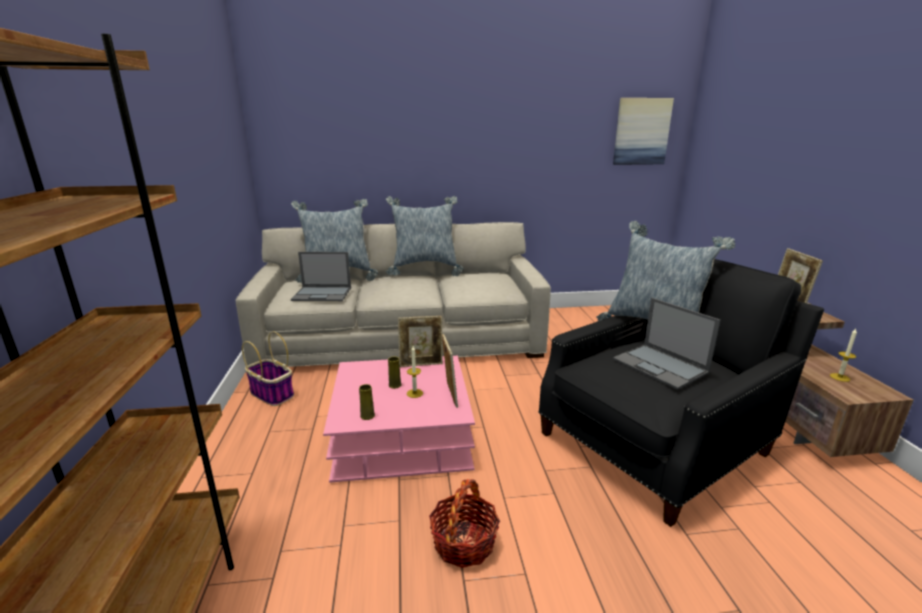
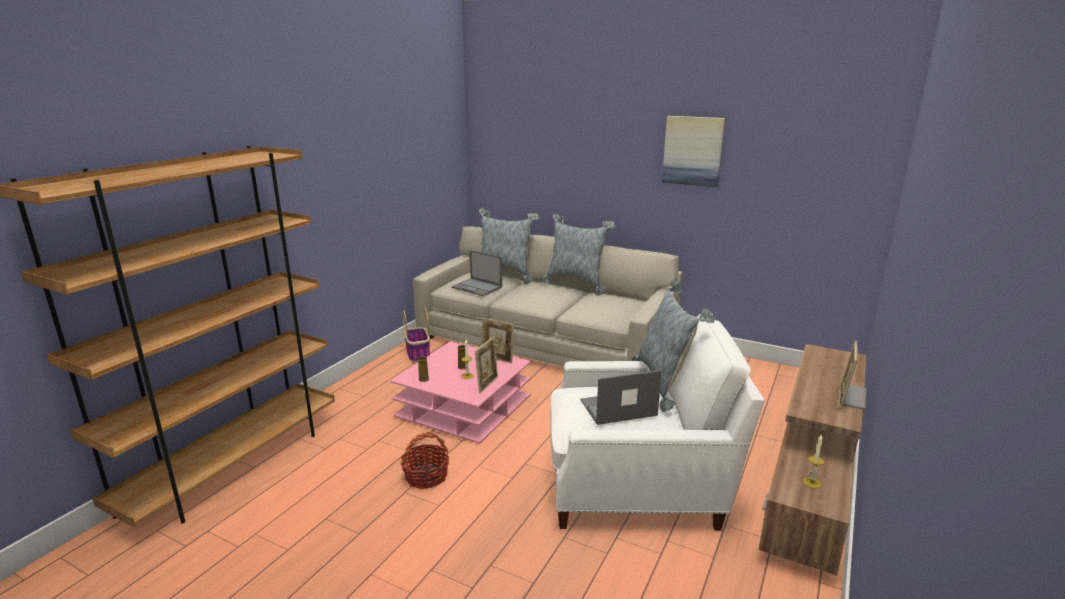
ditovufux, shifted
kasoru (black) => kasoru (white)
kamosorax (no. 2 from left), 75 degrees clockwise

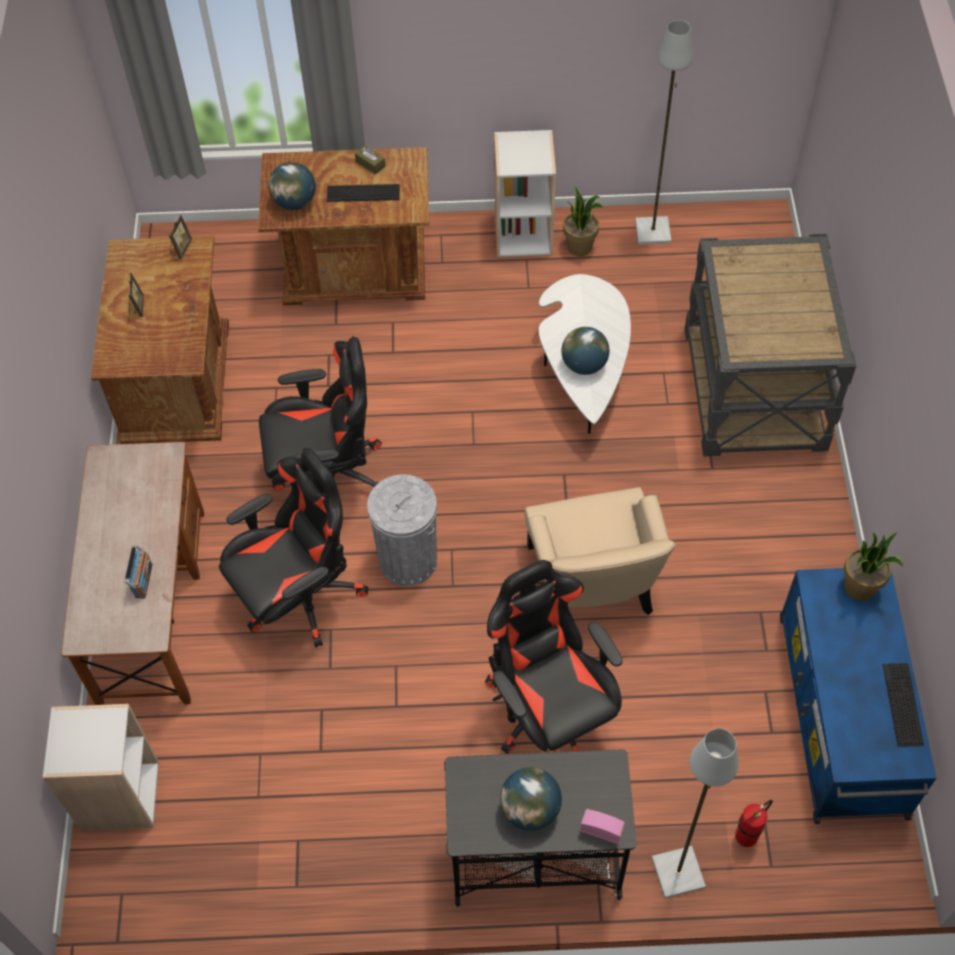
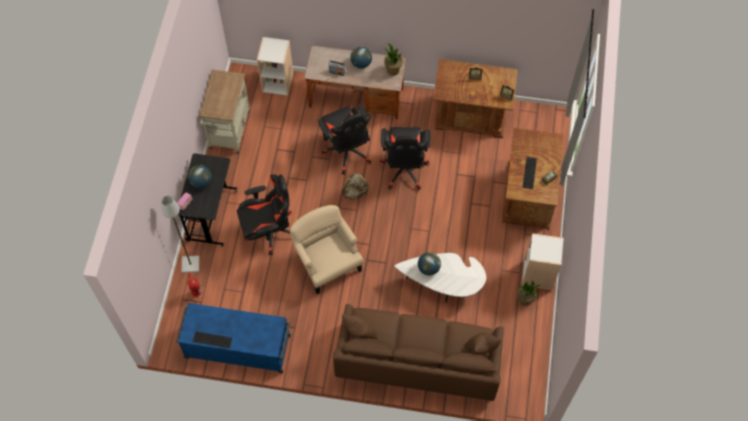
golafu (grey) (no. 1 from left) => nothing
nothing => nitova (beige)
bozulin (no. 1 from left in the first image) => bozulin (no. 2 from left), shifted
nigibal (no. 2 from left in the first image) => nigibal (no. 1 from left), shifted
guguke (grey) => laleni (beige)
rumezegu (no. 3 from left) => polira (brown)
kasoru (beige), 60 degrees clockwise

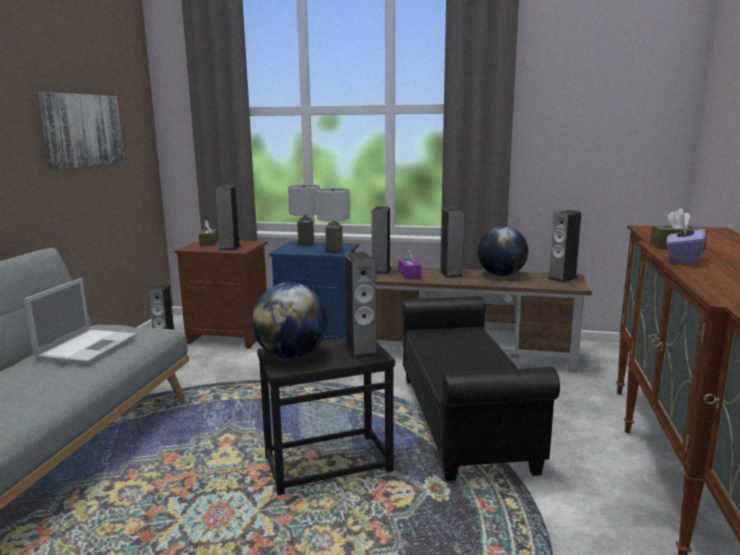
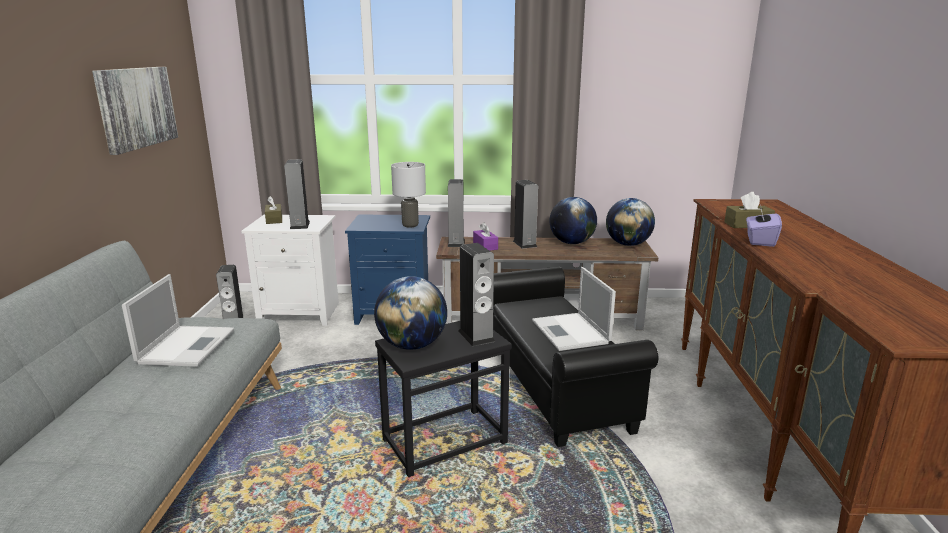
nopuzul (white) (no. 1 from left) => nothing
nothing => kamosorax (no. 2 from left)
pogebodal (no. 6 from left) => bozulin (no. 3 from left)
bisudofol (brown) => bisudofol (white)

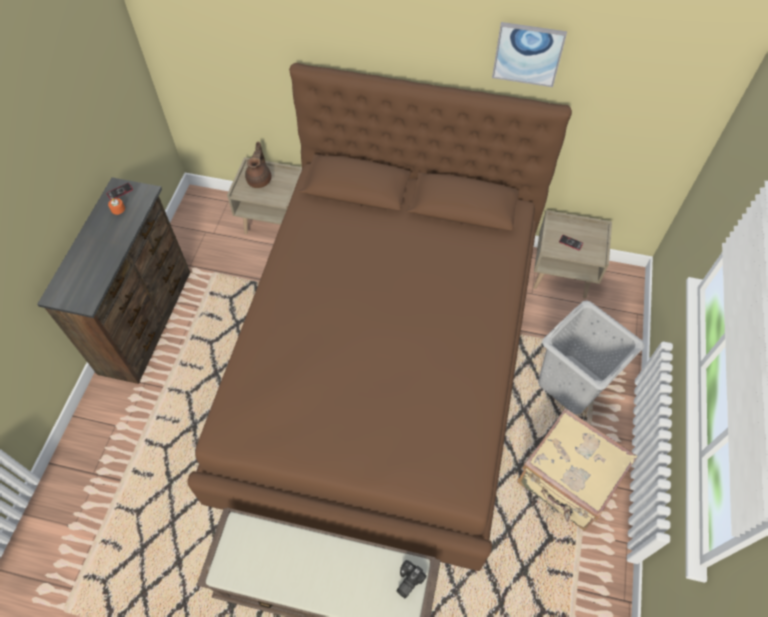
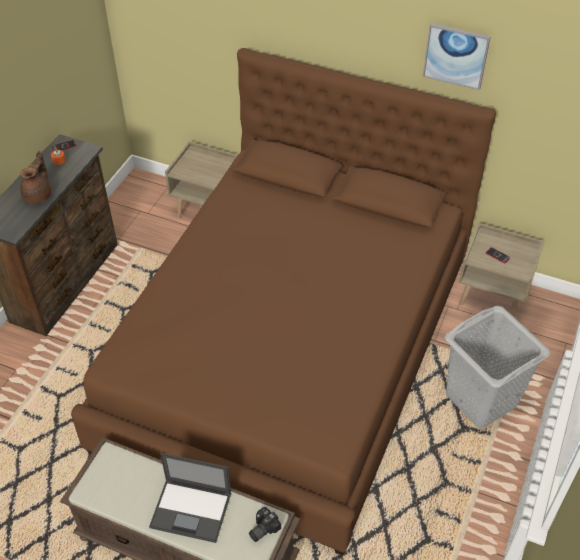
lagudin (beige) => nothing
nothing => kamosorax
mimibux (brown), shifted

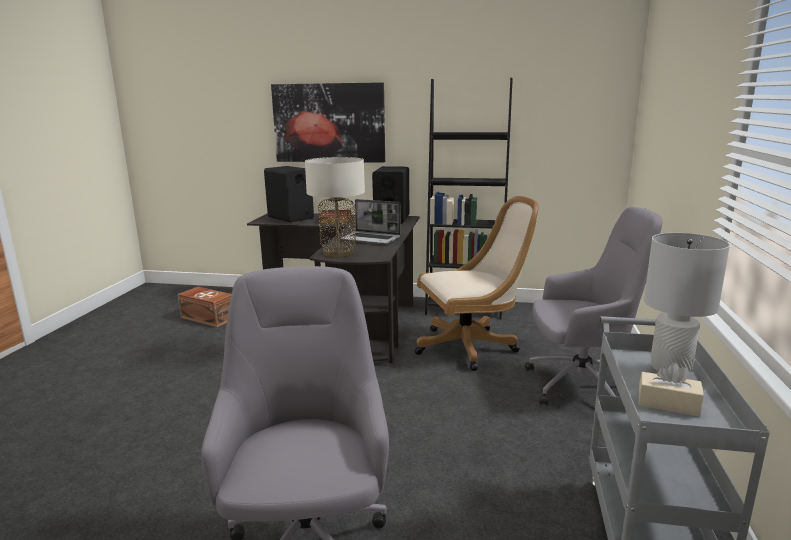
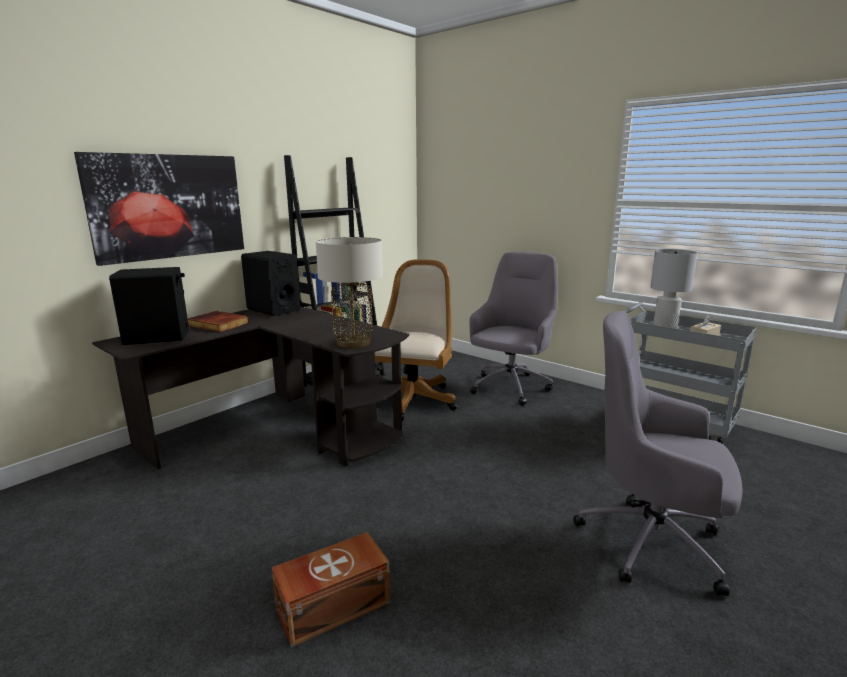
kamosorax => nothing
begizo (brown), shifted

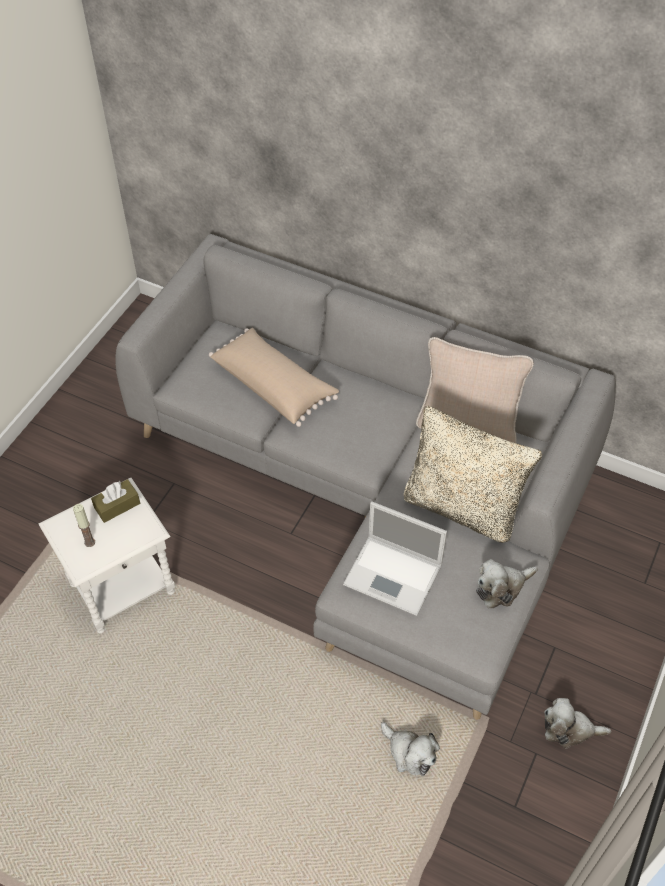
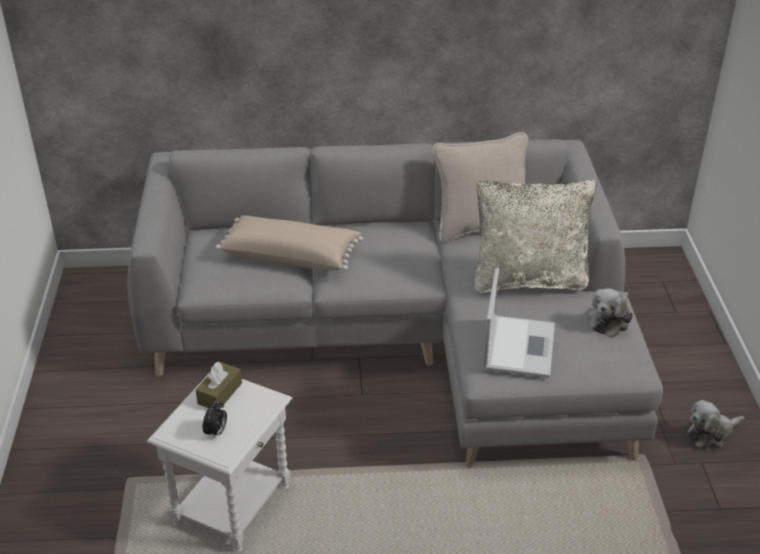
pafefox (no. 1 from left) => nothing
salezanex => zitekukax
kamosorax, 75 degrees counterclockwise

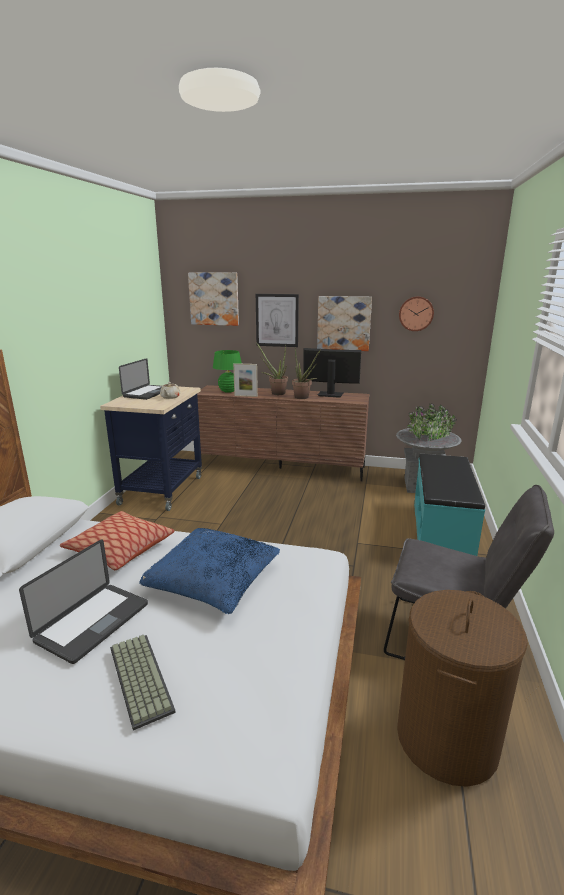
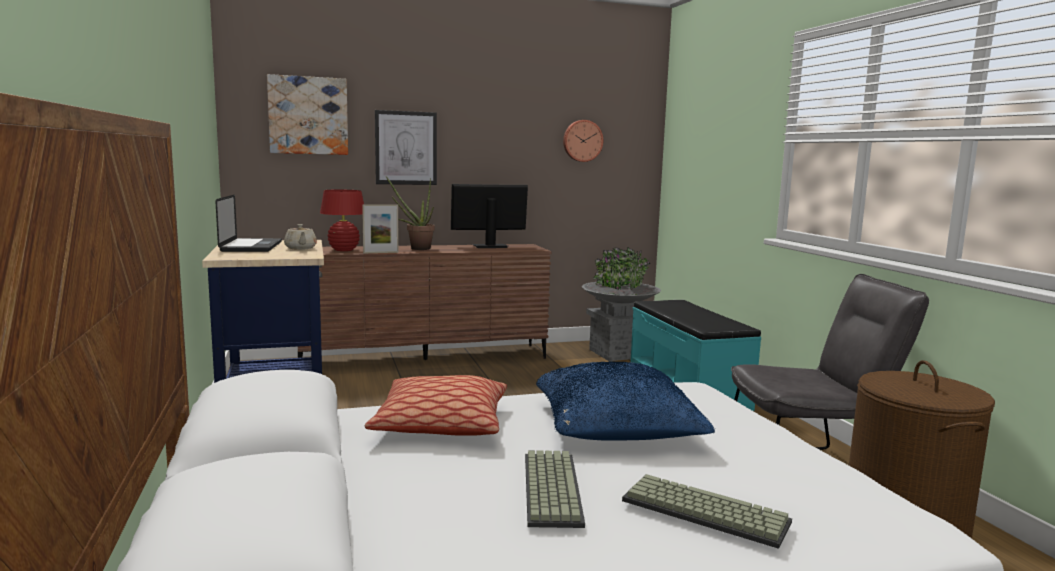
nigibal (no. 2 from left) => nothing
ditovufux (no. 3 from left) => nothing
kamosorax (no. 1 from left) => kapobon (no. 1 from left)
nopuzul (green) => nopuzul (red)

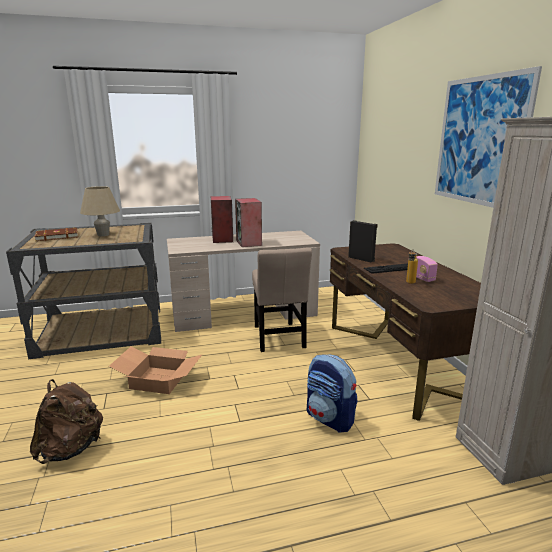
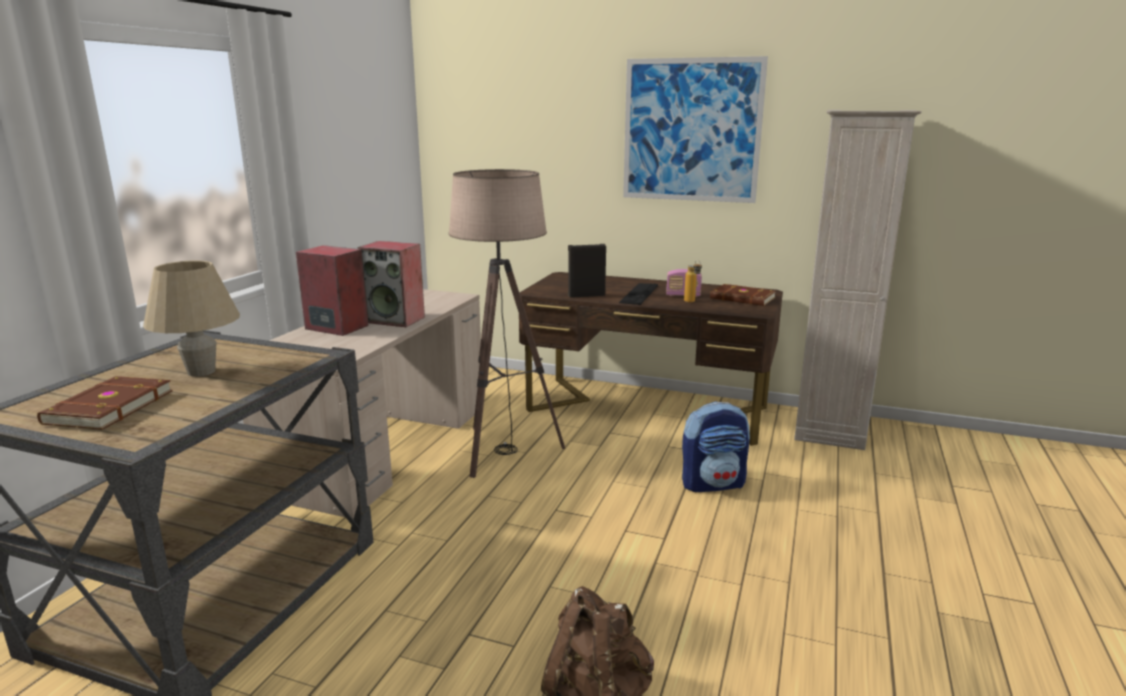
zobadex => nothing
nothing => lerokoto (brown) (no. 2 from left)
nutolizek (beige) => golafu

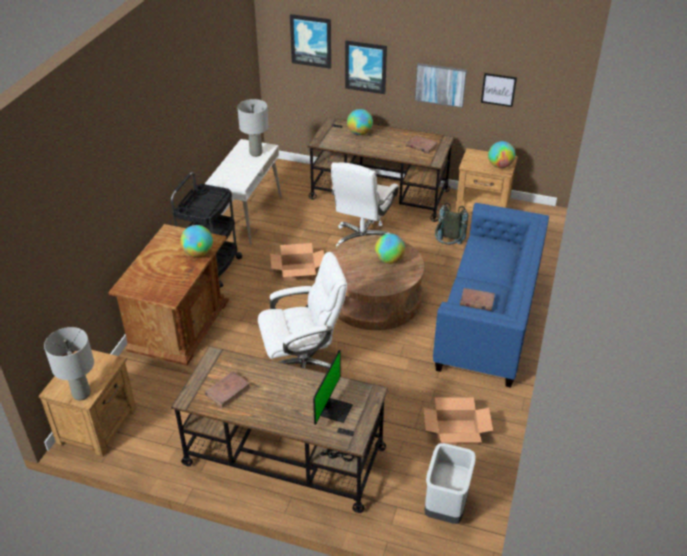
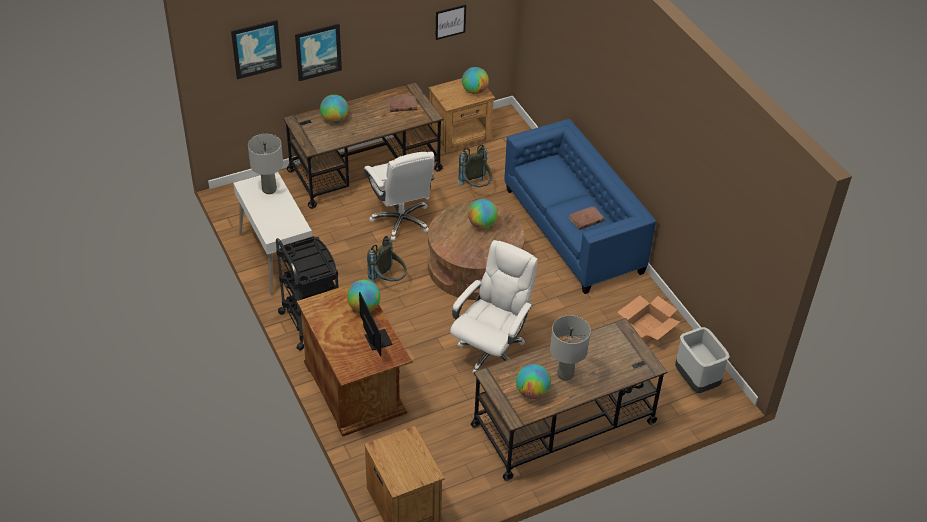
ditovufux (no. 3 from left) => nothing
nopuzul (grey) (no. 1 from left in the first image) => nopuzul (grey) (no. 2 from left), shifted
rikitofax, shifted
lerokoto (brown) (no. 1 from left) => bozulin (no. 5 from left)
zobadex (no. 1 from left) => laleni (grey) (no. 1 from left)

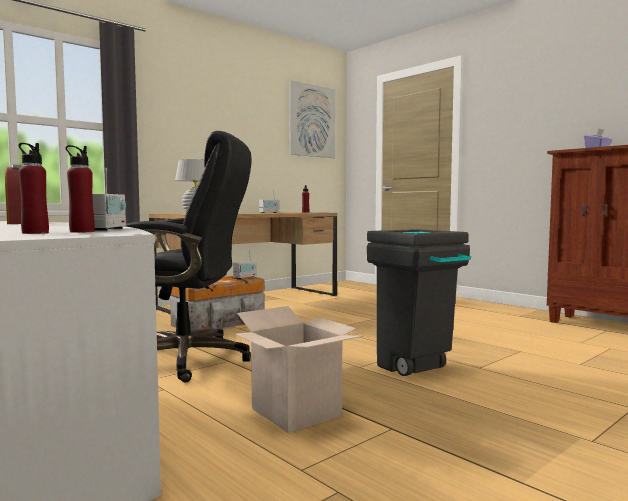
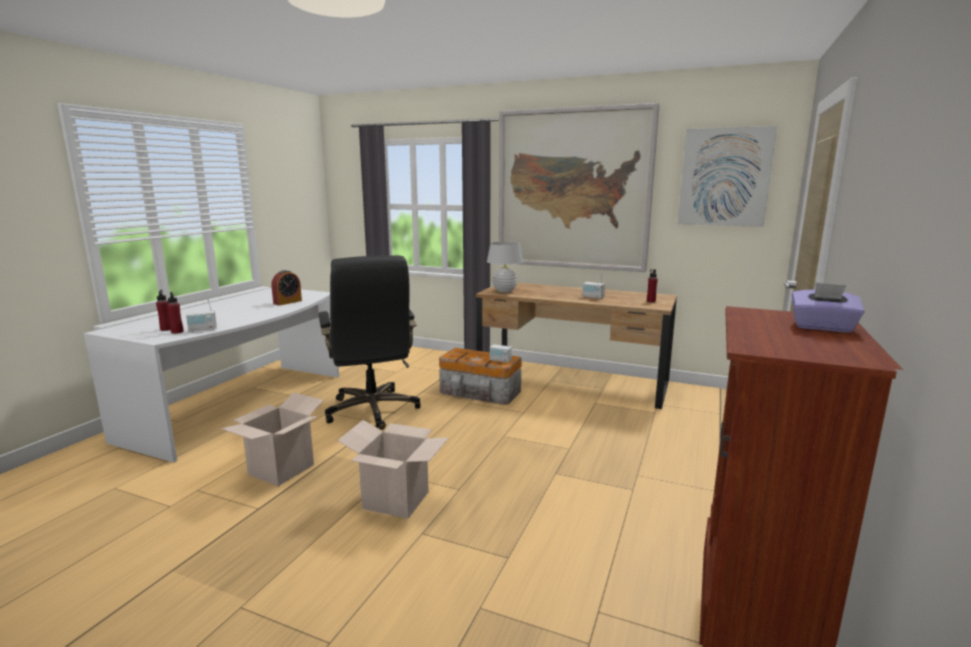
nothing => ditovufux (no. 1 from left)
guguke (grey) => zobadex (no. 2 from left)

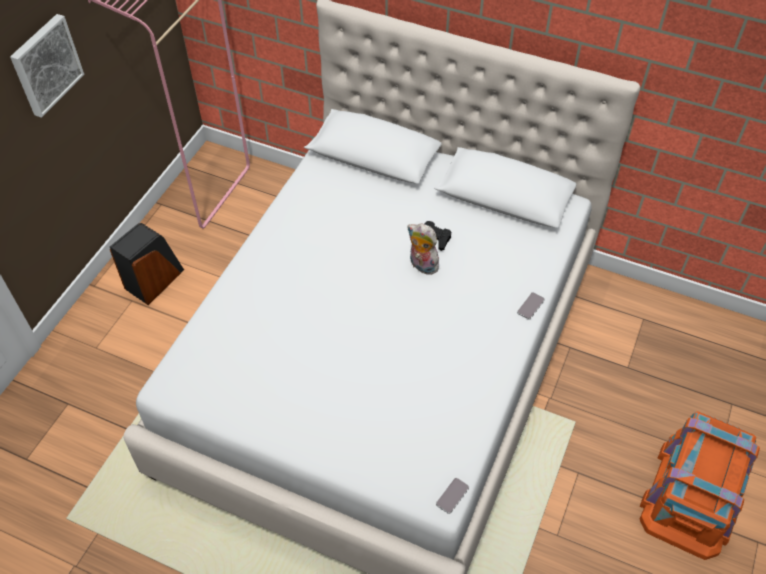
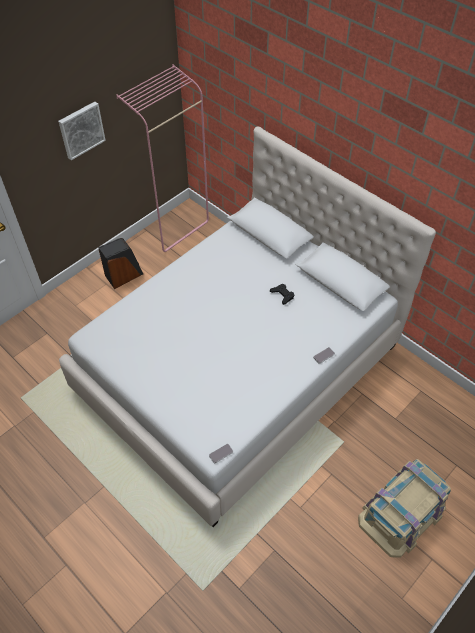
pafefox => nothing
begizo (orange) => begizo (beige)

